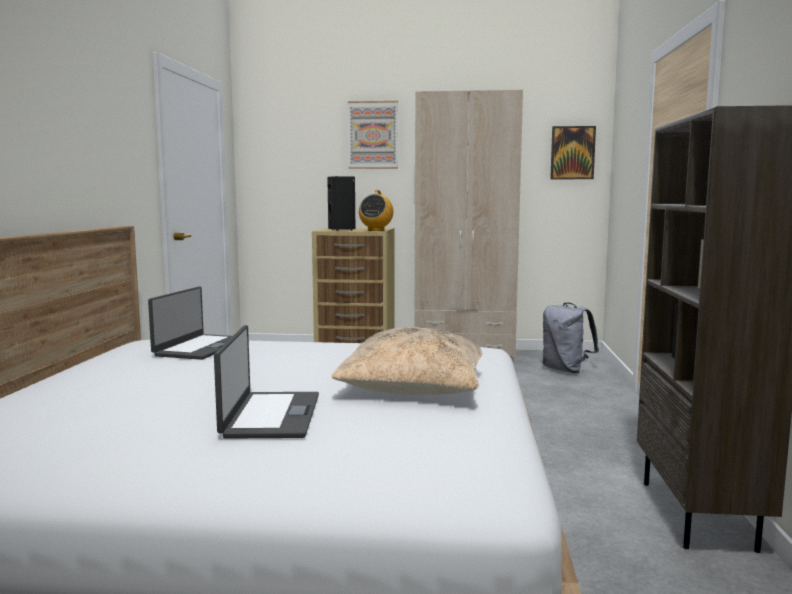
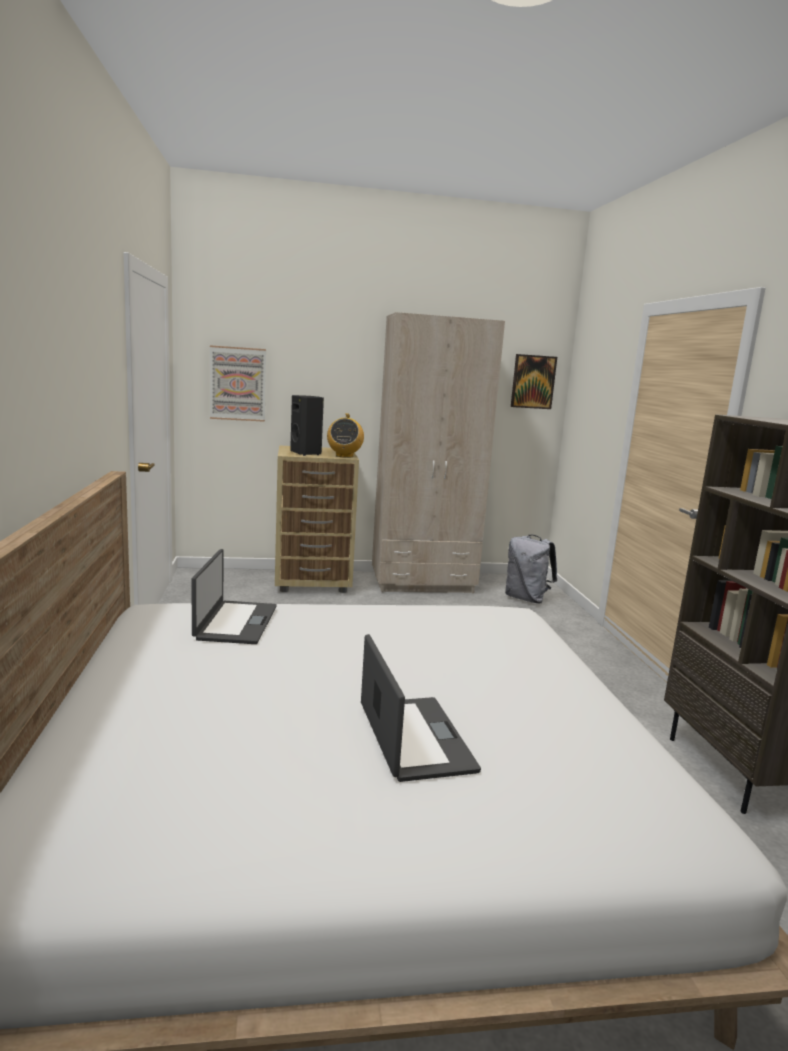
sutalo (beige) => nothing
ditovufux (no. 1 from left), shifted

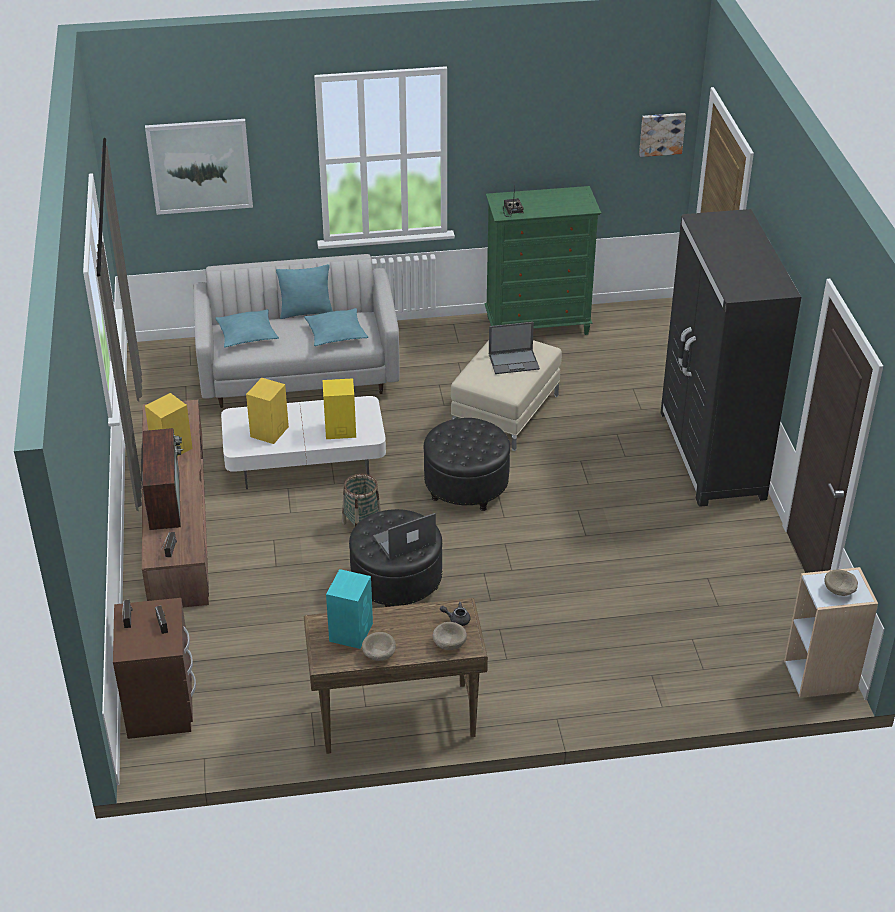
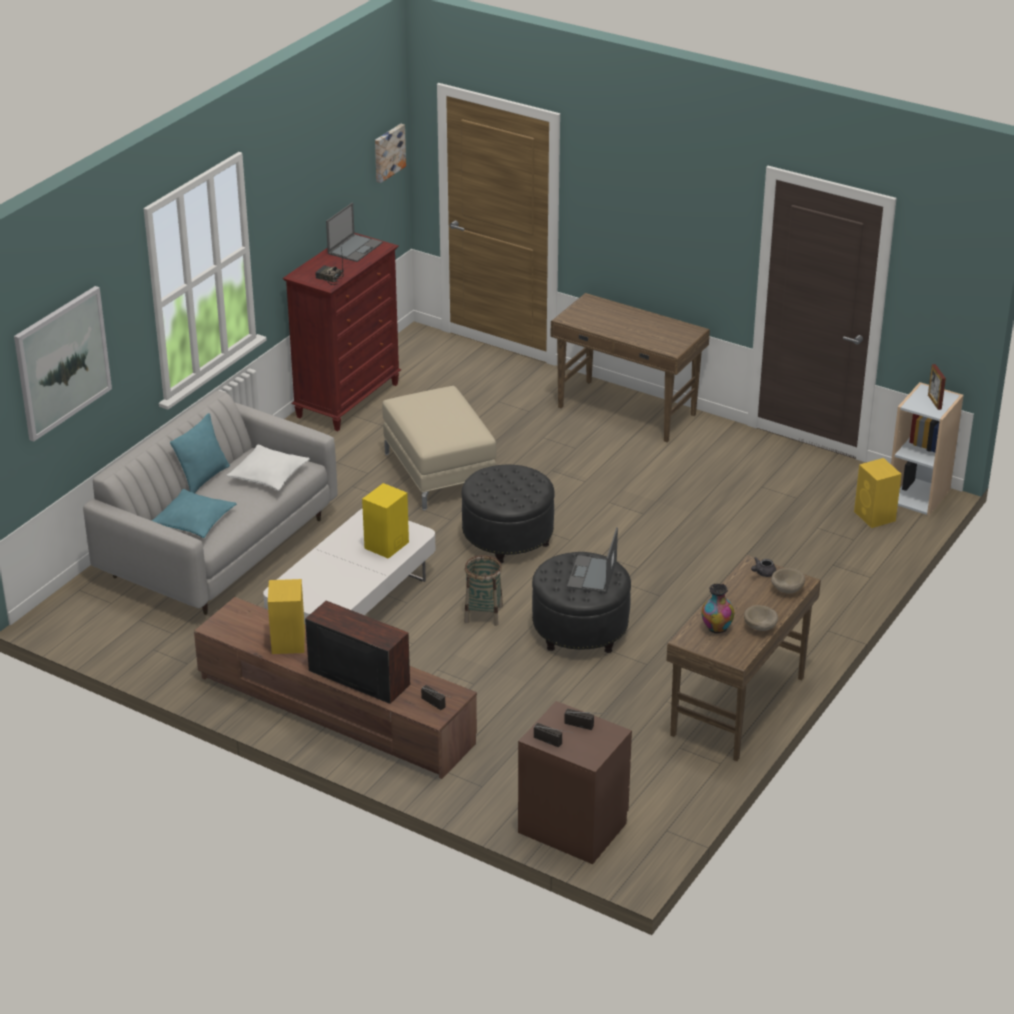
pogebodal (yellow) (no. 2 from left in the first image) => pogebodal (yellow) (no. 3 from left), shifted
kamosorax (no. 2 from left in the first image) => kamosorax (no. 1 from left), shifted
pogebodal (turquoise) => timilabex
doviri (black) => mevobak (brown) (no. 1 from left)
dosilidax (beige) (no. 3 from left) => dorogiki
sutalo (turquoise) (no. 3 from left) => sutalo (white)
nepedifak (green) => nepedifak (red)

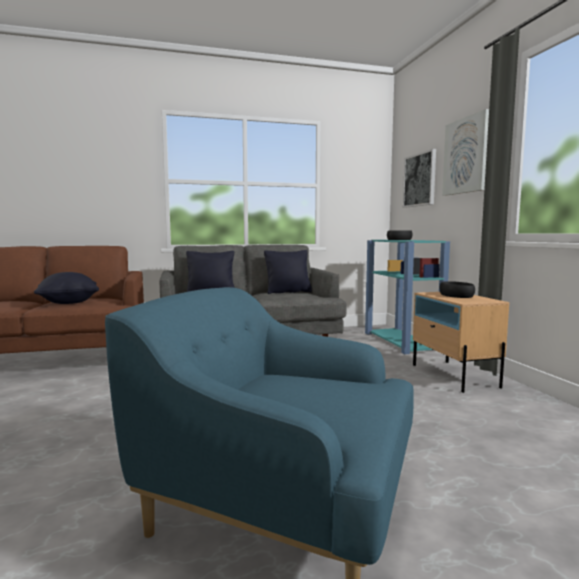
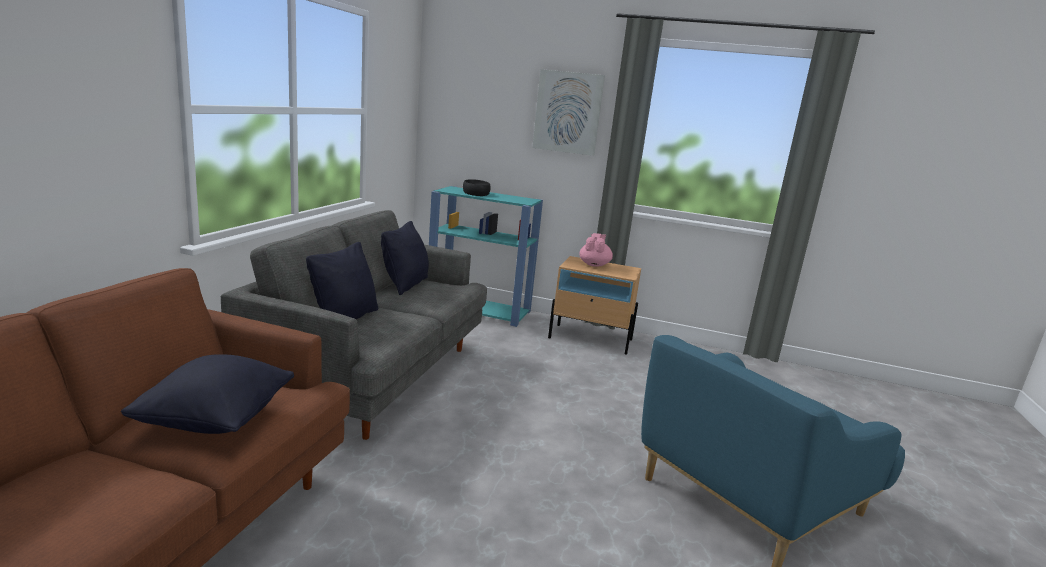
ditovufux (no. 1 from left) => nothing
dosilidax (black) (no. 2 from left) => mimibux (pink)

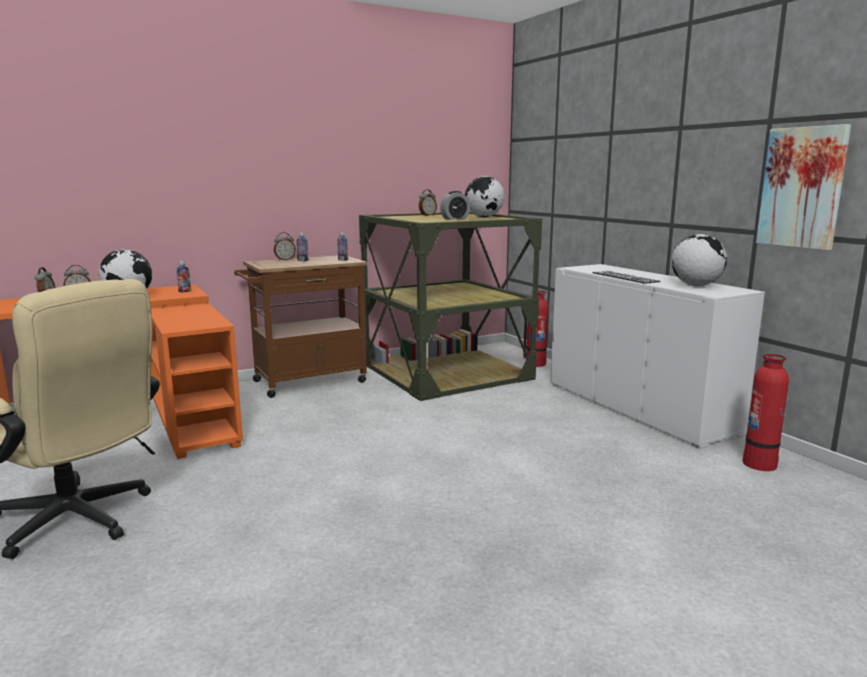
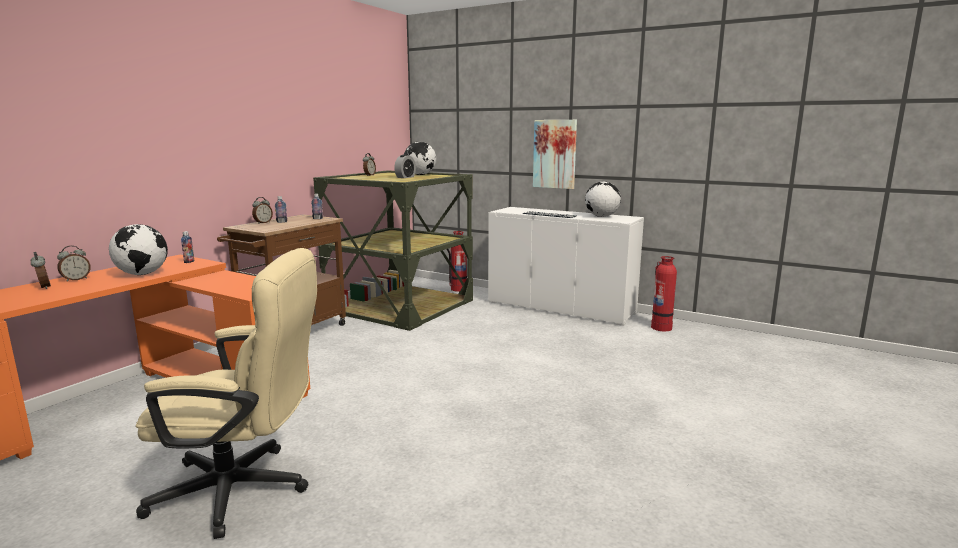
ditovufux, shifted

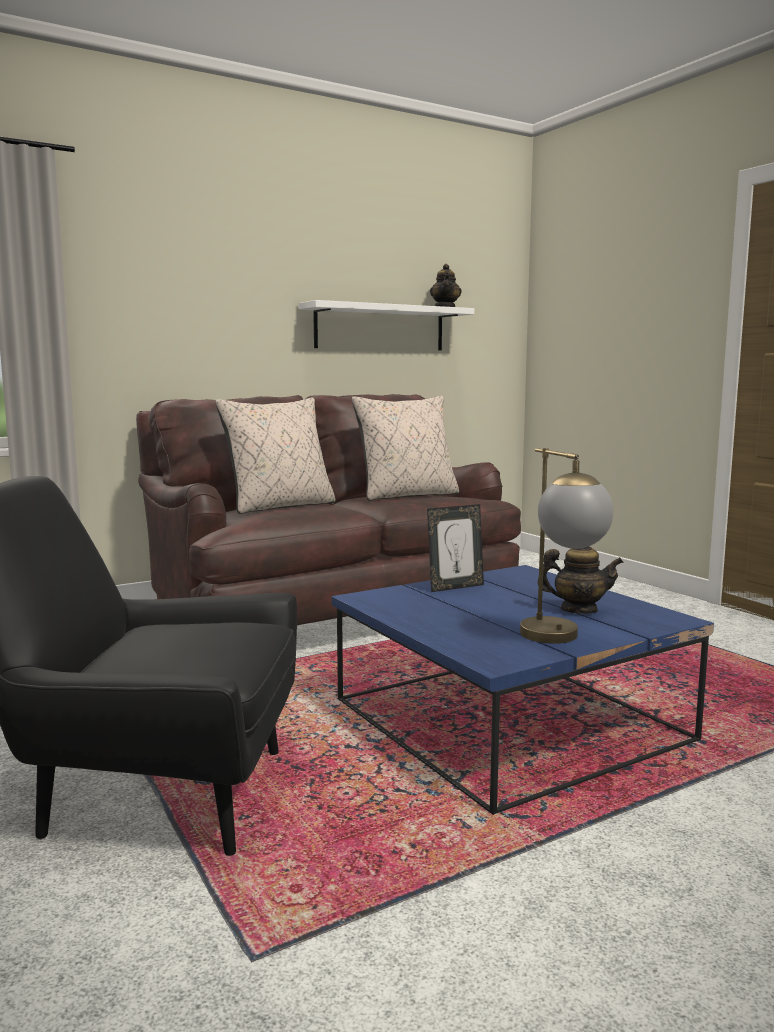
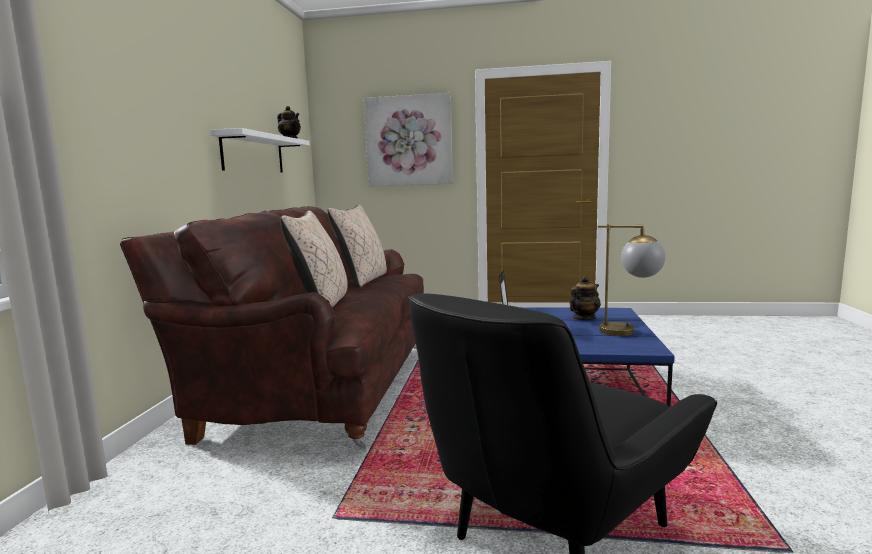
nothing => ditovufux

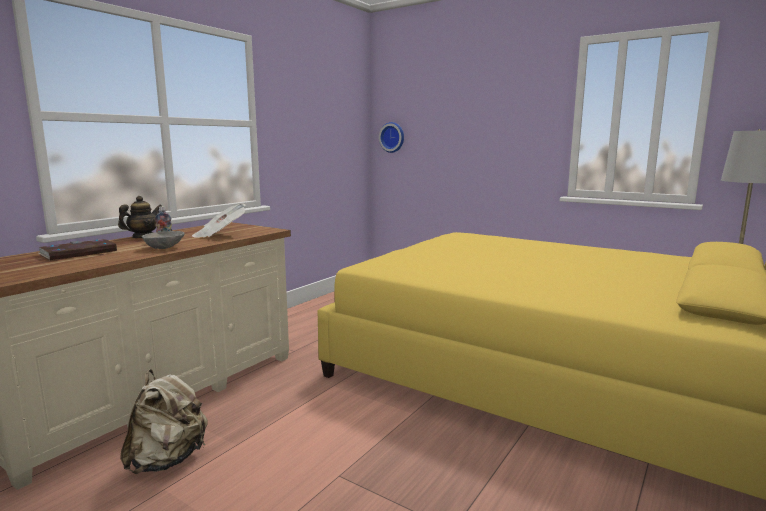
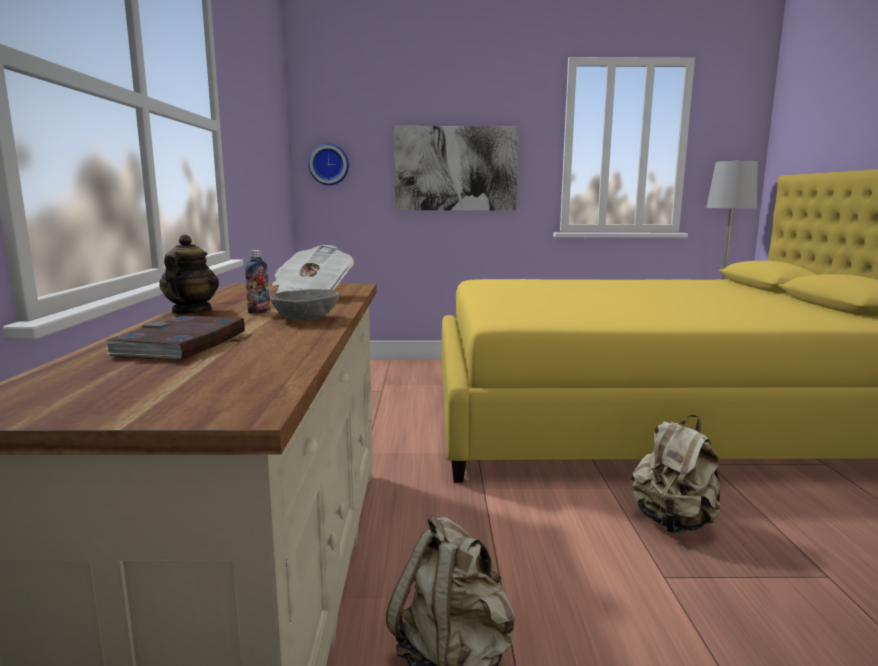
nothing => ditovufux
nothing => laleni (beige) (no. 2 from left)

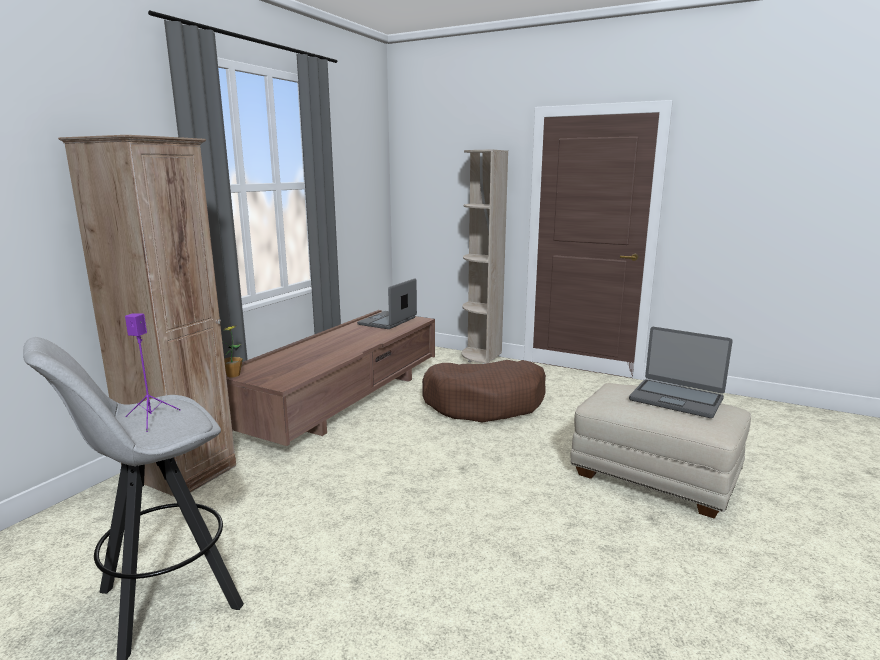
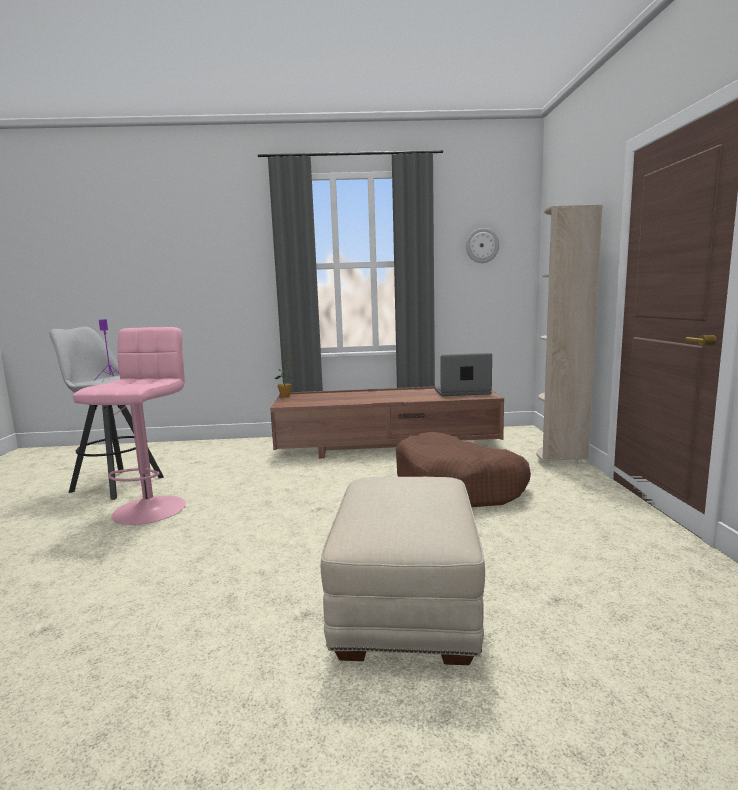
doviri (brown) => nothing
kamosorax (no. 2 from left) => nothing
nothing => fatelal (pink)
nothing => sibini

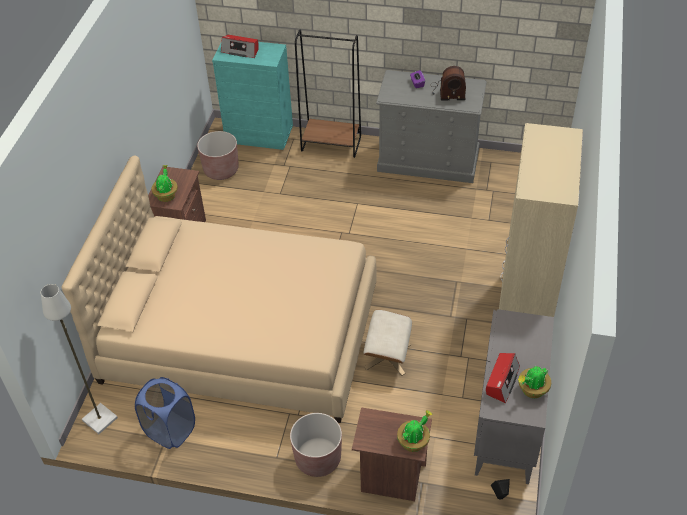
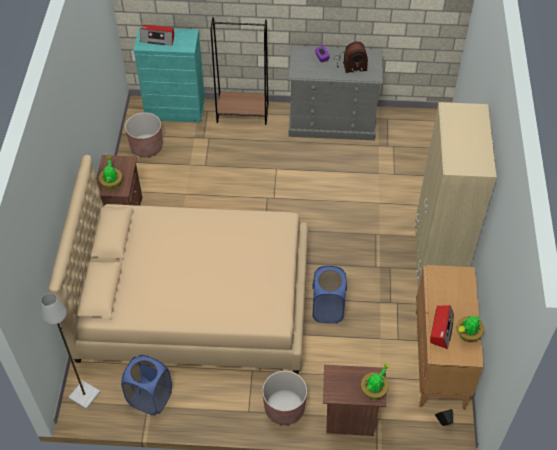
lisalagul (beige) => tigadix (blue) (no. 2 from left)
doviri (grey) => doviri (brown)

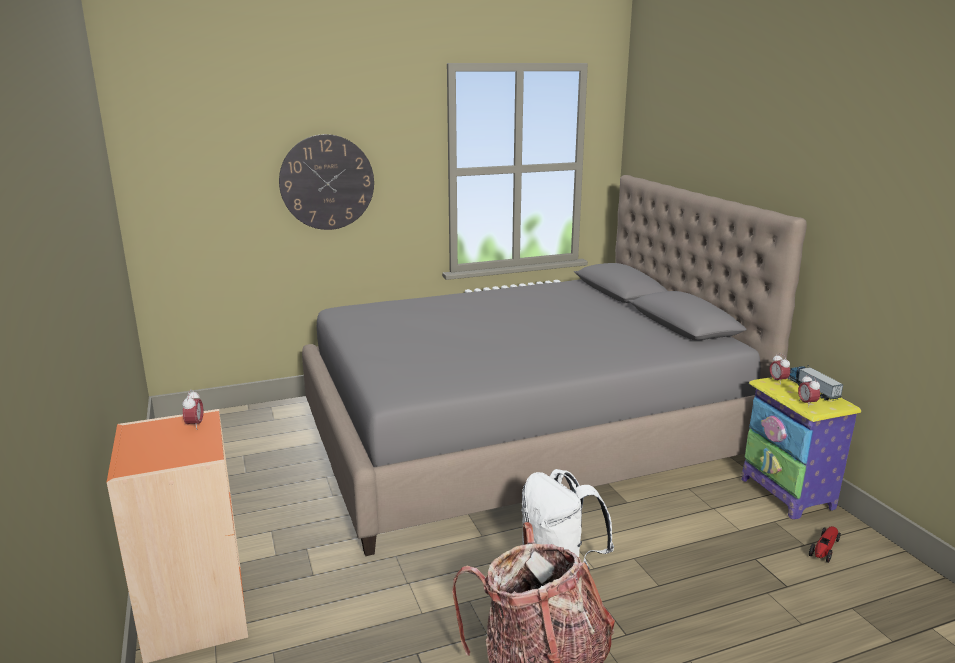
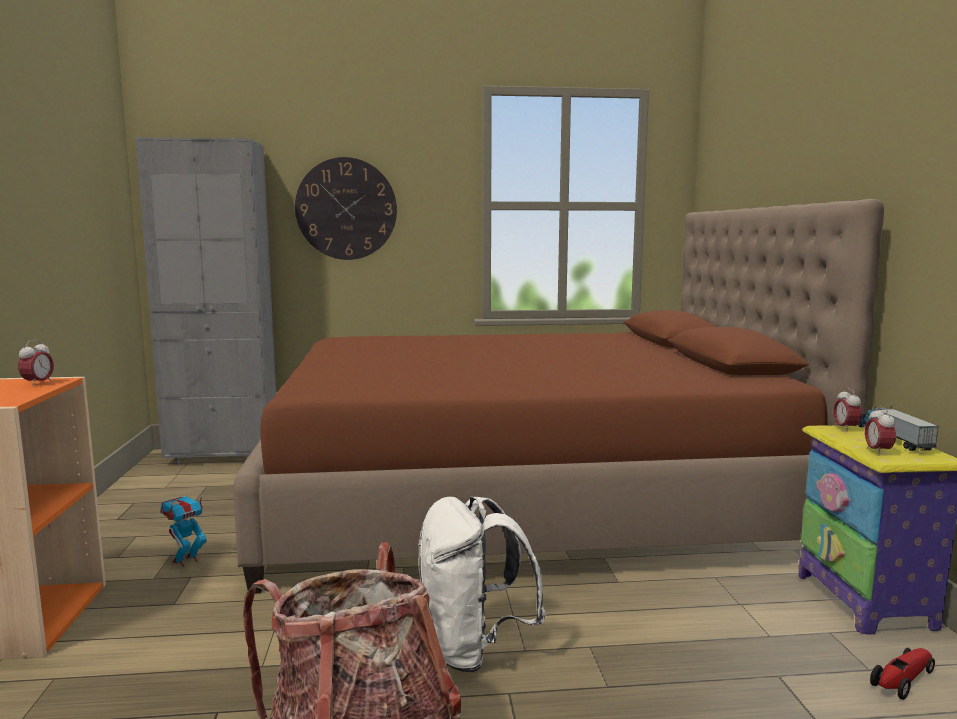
nothing => doviri (grey)
nothing => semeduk
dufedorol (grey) => dufedorol (brown)

